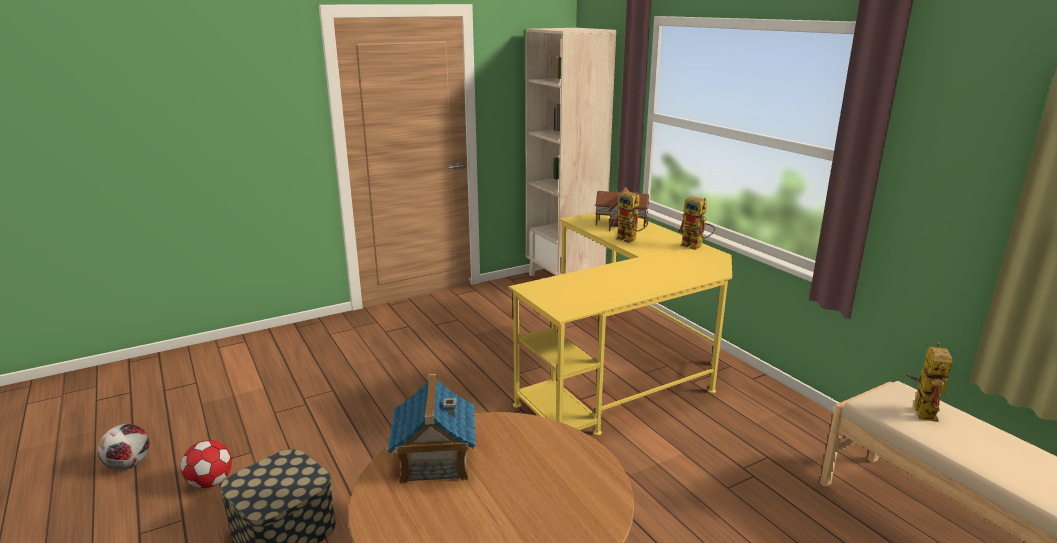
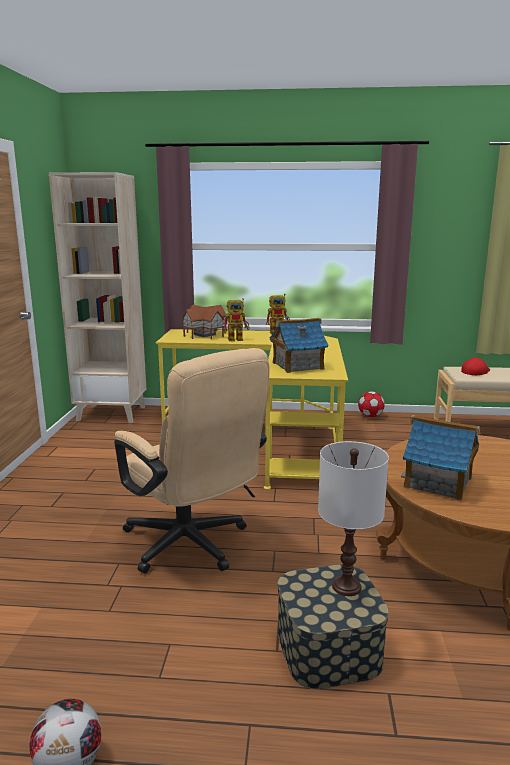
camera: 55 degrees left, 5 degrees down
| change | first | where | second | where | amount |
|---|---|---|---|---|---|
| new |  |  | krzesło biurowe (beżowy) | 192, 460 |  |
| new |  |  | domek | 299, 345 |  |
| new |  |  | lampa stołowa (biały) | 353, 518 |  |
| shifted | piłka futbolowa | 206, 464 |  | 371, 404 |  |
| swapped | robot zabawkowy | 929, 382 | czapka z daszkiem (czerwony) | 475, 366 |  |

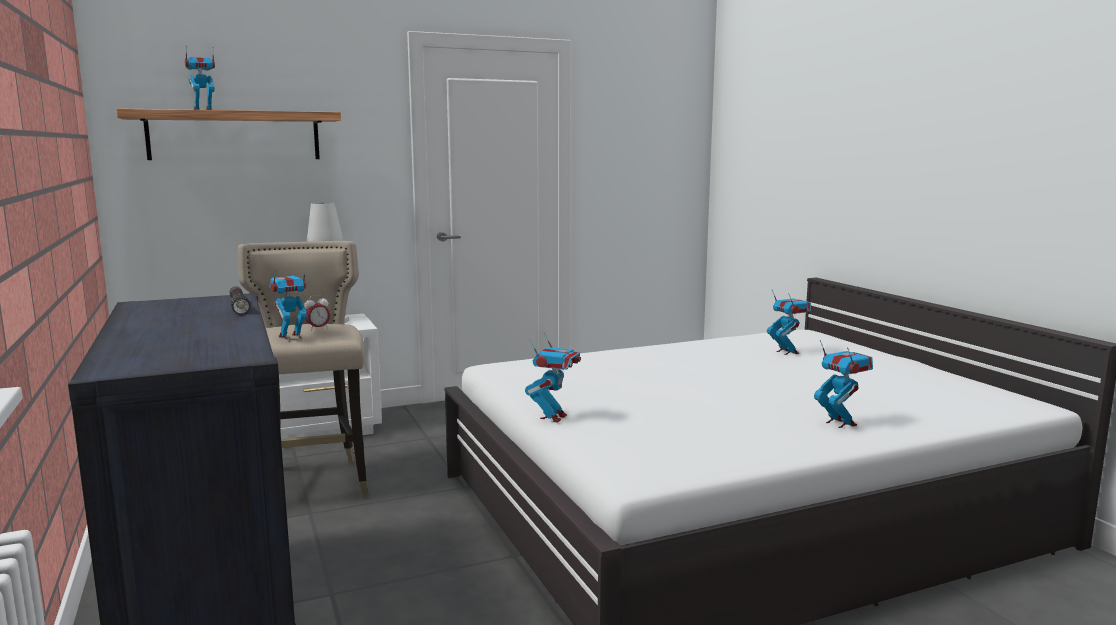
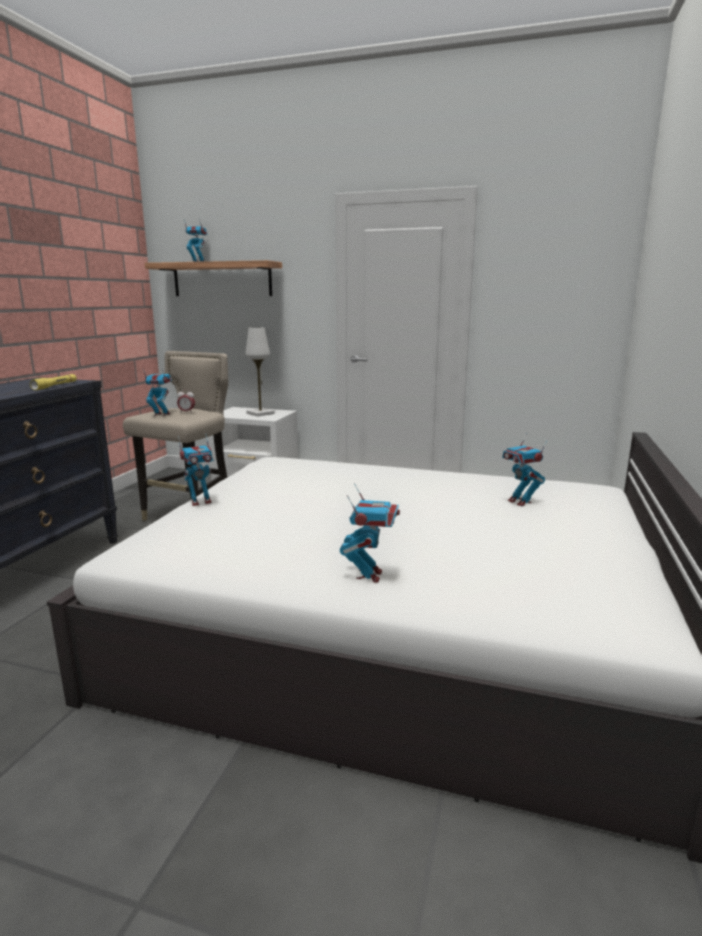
camera: 40 degrees right, 5 degrees up
| change | first | where | second | where | amount |
|---|---|---|---|---|---|
| repainted | latarka (czarny) | 239, 300 | latarka (żółty) | 53, 382 |  |
| rotated | robot zabawkowy | 789, 323 |  | 525, 469 | 135 degrees clockwise |

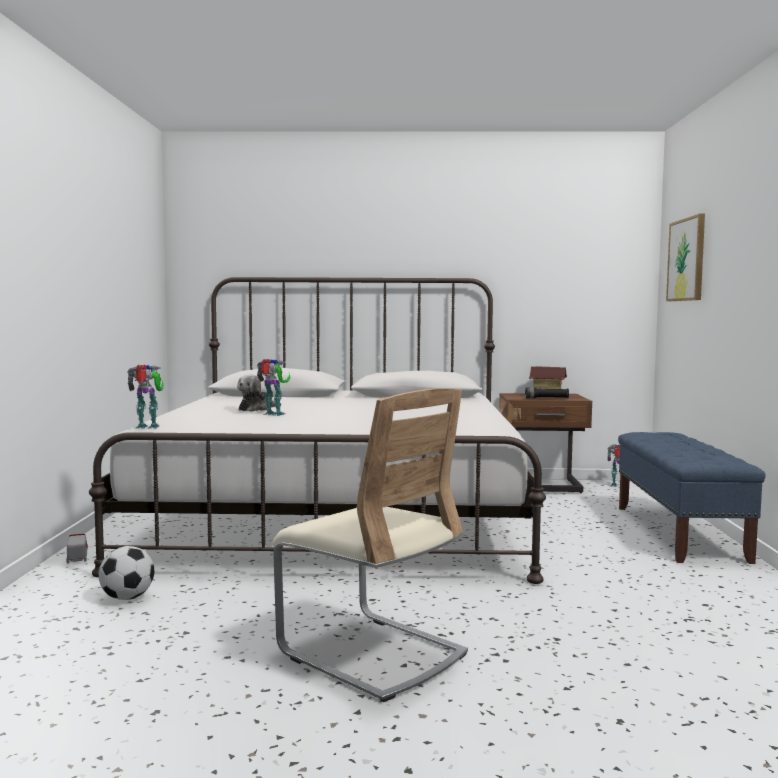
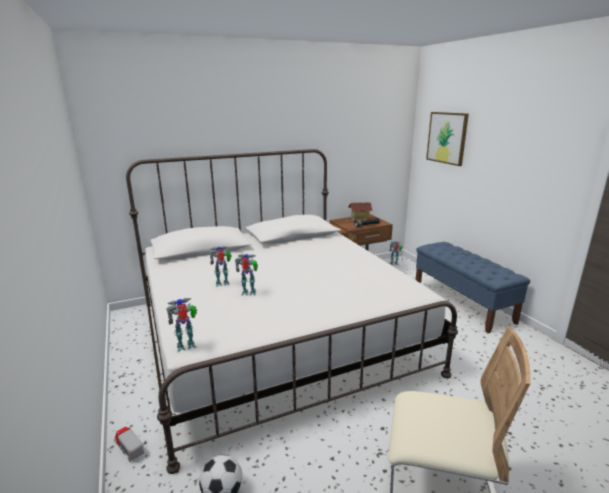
camera: 25 degrees left, 15 degrees up
| change | first | where | second | where | amount |
|---|---|---|---|---|---|
| swapped | pluszak | 256, 393 | robot zabawkowy | 220, 266 |  |

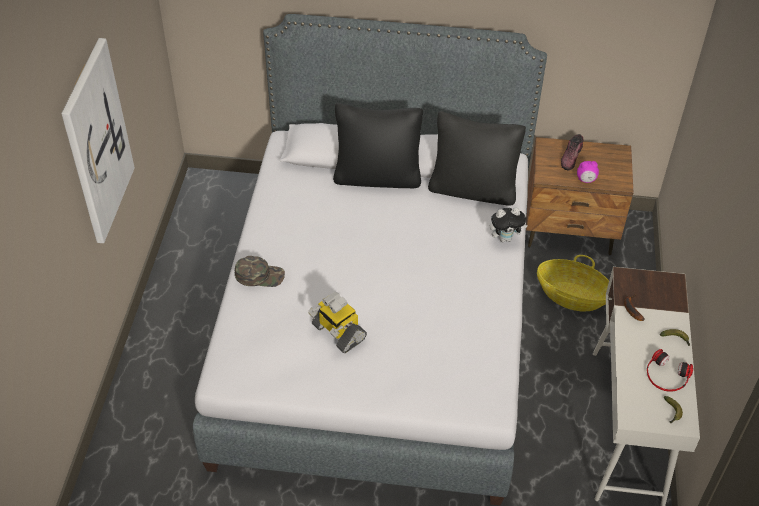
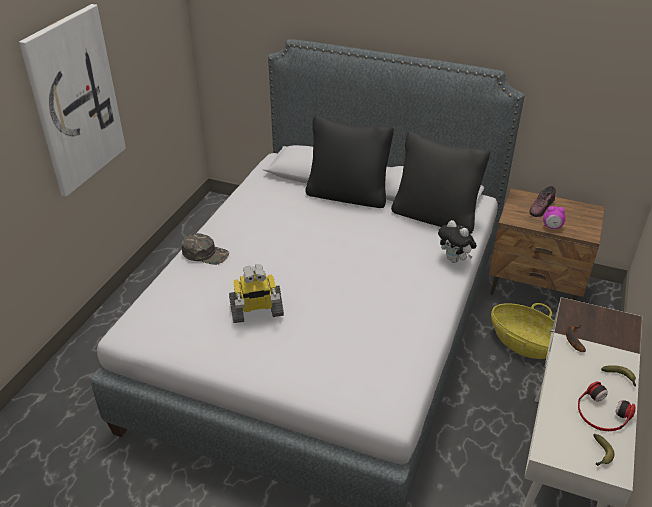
camera: 15 degrees right, 10 degrees down
| change | first | where | second | where | amount |
|---|---|---|---|---|---|
| rotated | robot zabawkowy | 337, 322 |  | 256, 293 | 75 degrees counterclockwise |
| rotated | pluszak | 509, 224 |  | 457, 241 | 45 degrees clockwise |

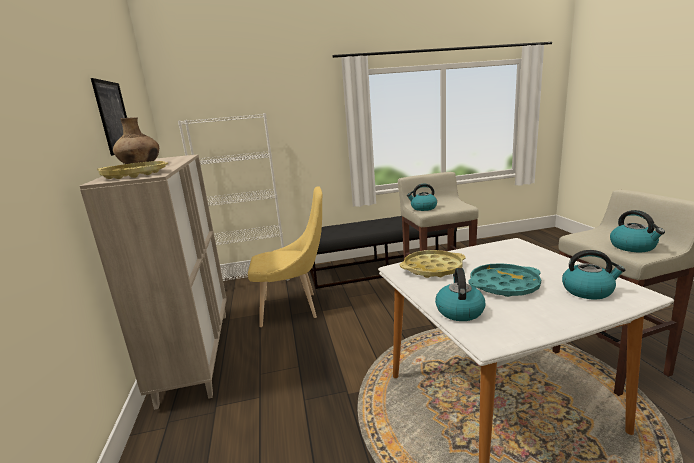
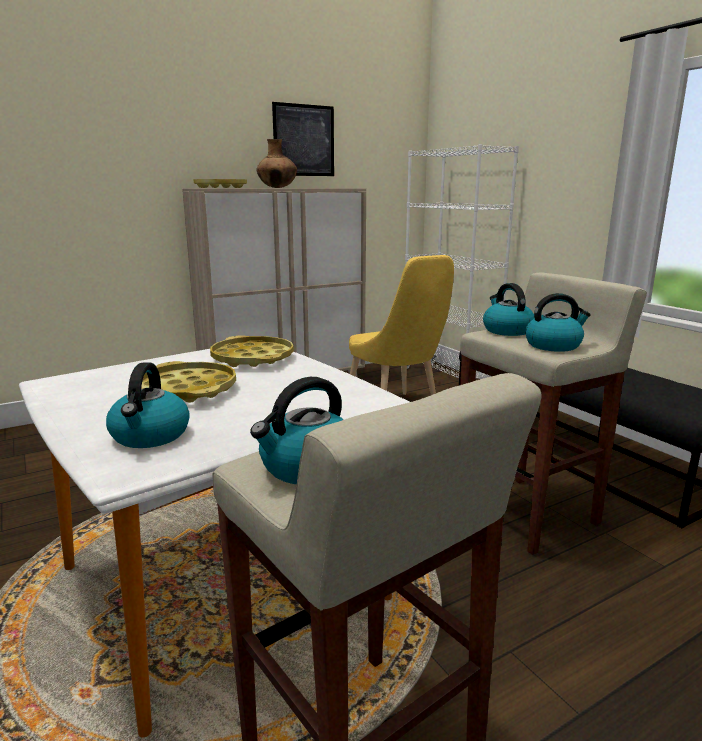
camera: 70 degrees right, 0 degrees up
| change | first | where | second | where | amount |
|---|---|---|---|---|---|
| shifted | czajnik | 460, 294 |  | 558, 322 |  |
| repainted | taca (turkusowy) | 504, 280 | taca (żółty) | 188, 382 |  |

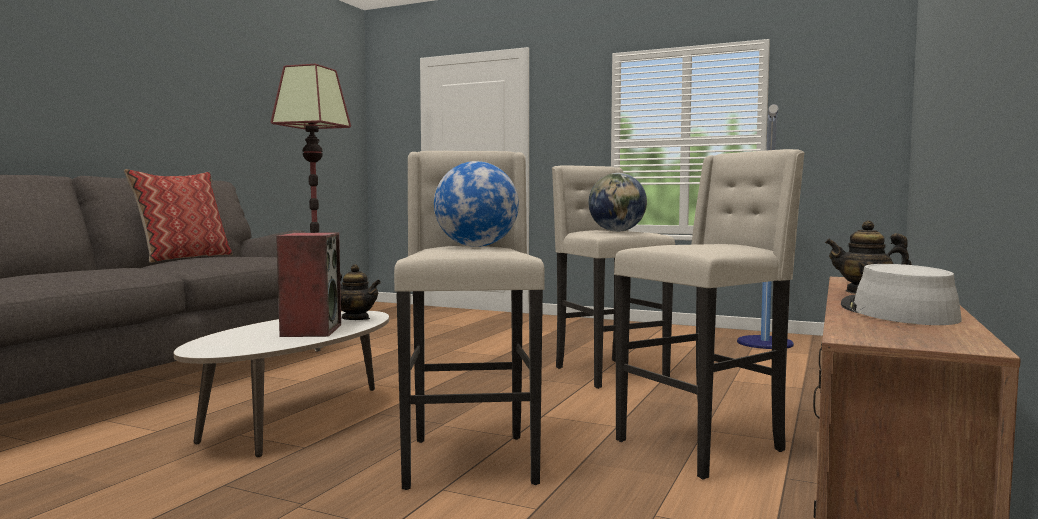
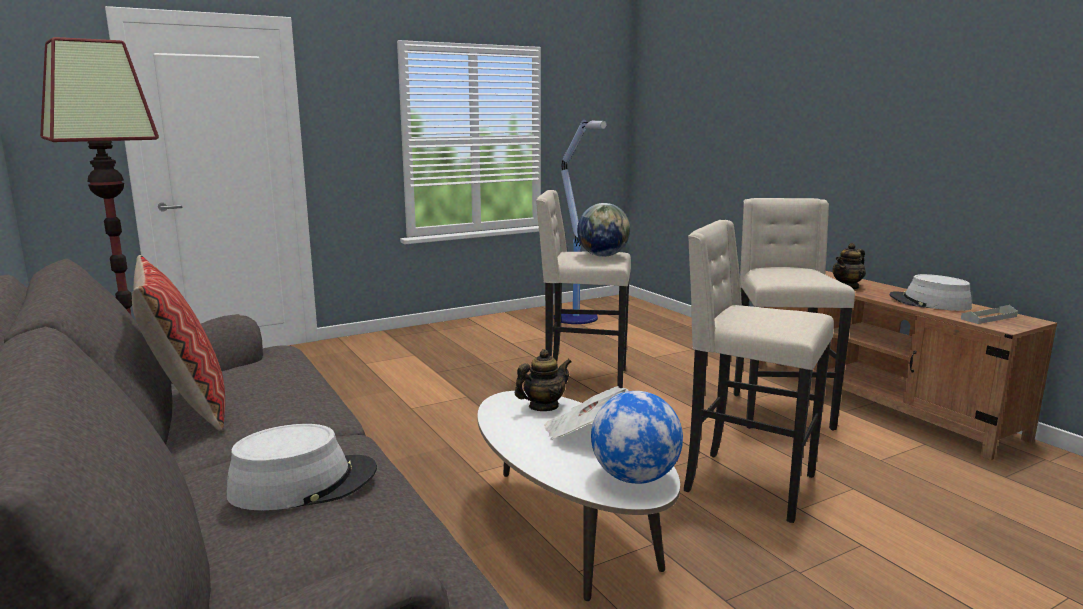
camera: 55 degrees left, 10 degrees up
| change | first | where | second | where | amount |
|---|---|---|---|---|---|
| new |  |  | kapelusz (szary) | 301, 467 |  |
| new |  |  | taca (szary) | 989, 314 |  |
| shifted | globus | 476, 204 |  | 637, 437 |  |
| swapped | głośnik | 308, 285 | gazeta | 586, 413 |  |

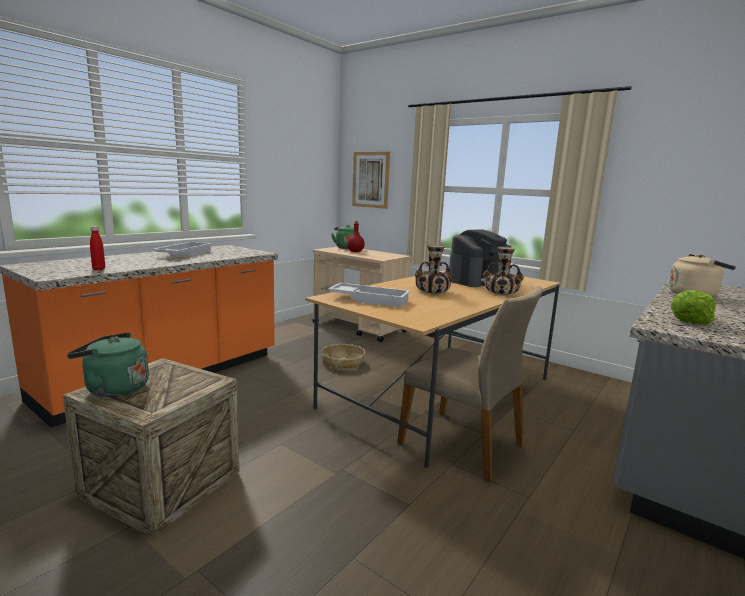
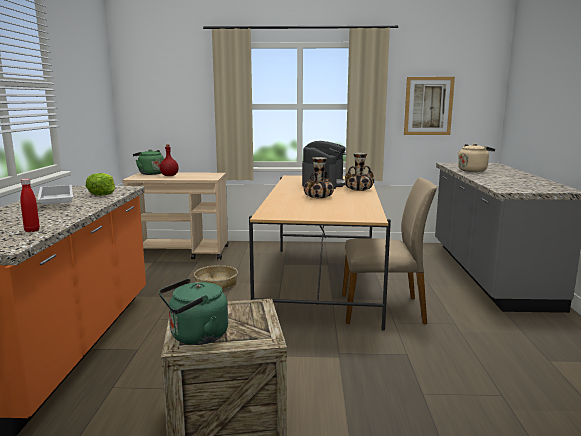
camera: 35 degrees left, 0 degrees up
| change | first | where | second | where | amount |
|---|---|---|---|---|---|
| gone | taca (biały) | 369, 295 |  |  |  |
| shifted | obraz | 371, 180 |  | 429, 106 |  |
| shifted | sałata | 693, 307 |  | 100, 184 |  |

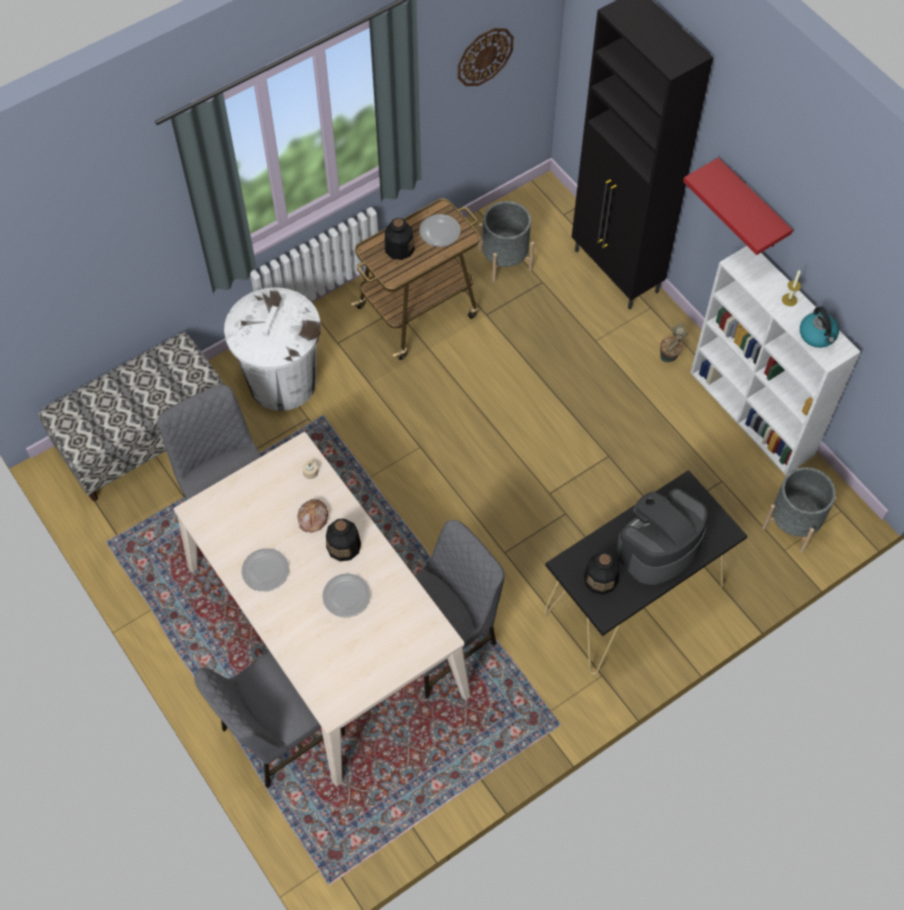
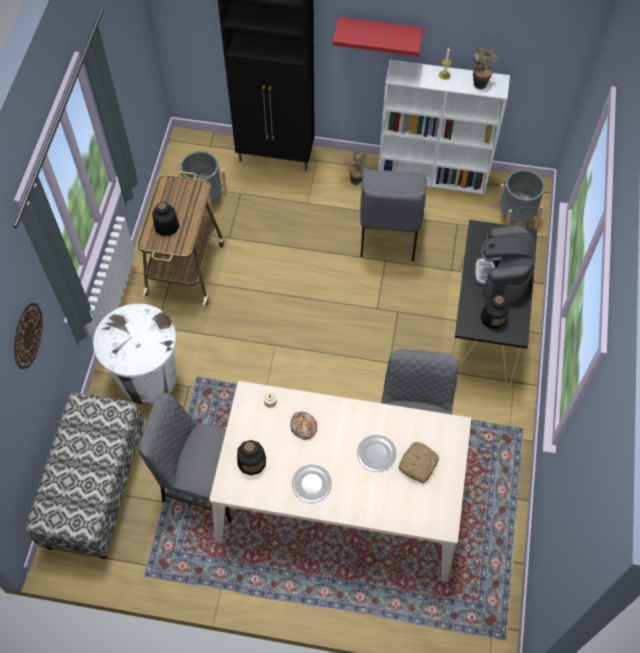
camera: 45 degrees left, 0 degrees up
| change | first | where | second | where | amount |
|---|---|---|---|---|---|
| gone | talerz | 439, 230 |  |  |  |
| new |  |  | chleb | 418, 462 |  |
| shifted | krzesło (szary) | 270, 719 |  | 393, 215 |  |
| shifted | butelka | 343, 539 |  | 251, 457 |  |
| shifted | zegar ścienny | 486, 57 |  | 28, 336 |  |
| swapped | czajnik | 819, 327 | roślina doniczkowa | 485, 68 |  |

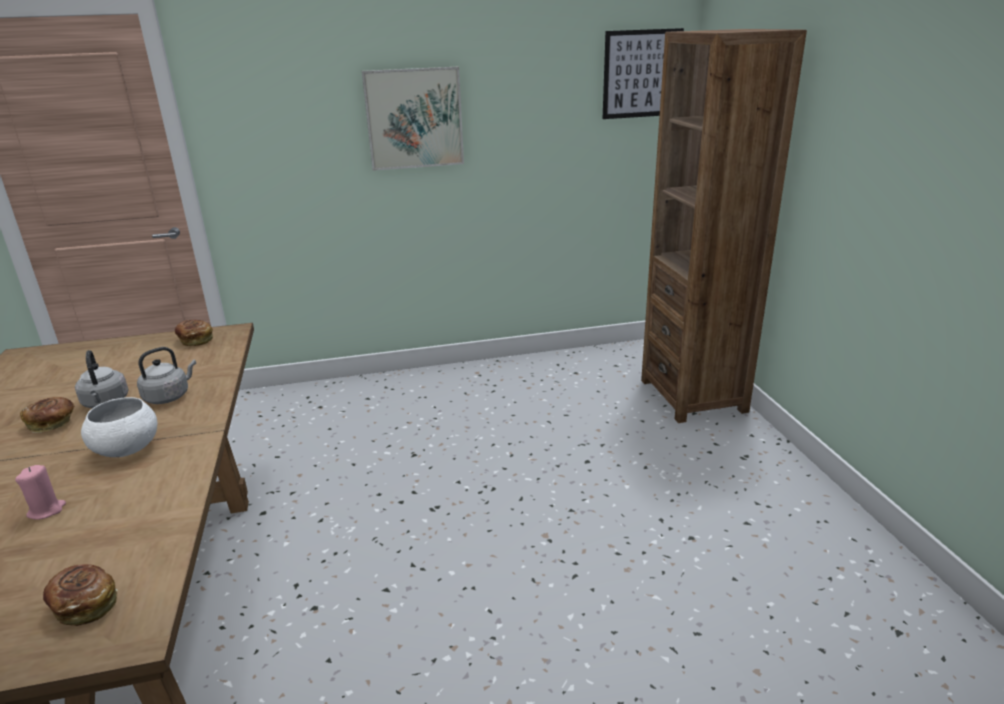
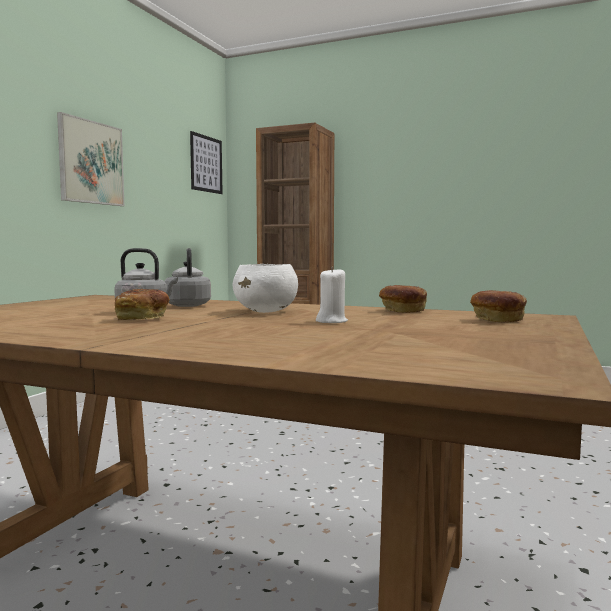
camera: 55 degrees left, 20 degrees down
| change | first | where | second | where | amount |
|---|---|---|---|---|---|
| shifted | chleb | 194, 333 |  | 403, 299 |  |
| repainted | świeca (różowy) | 40, 492 | świeca (biały) | 332, 295 |  |

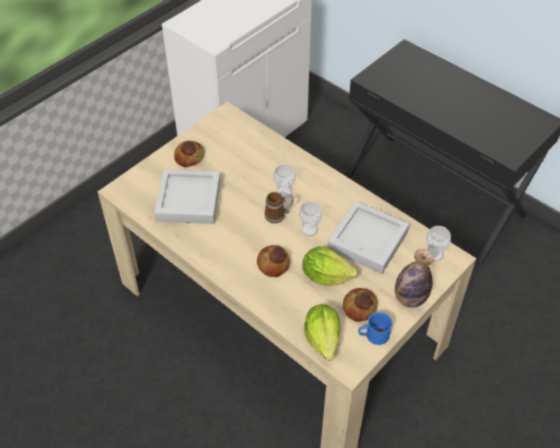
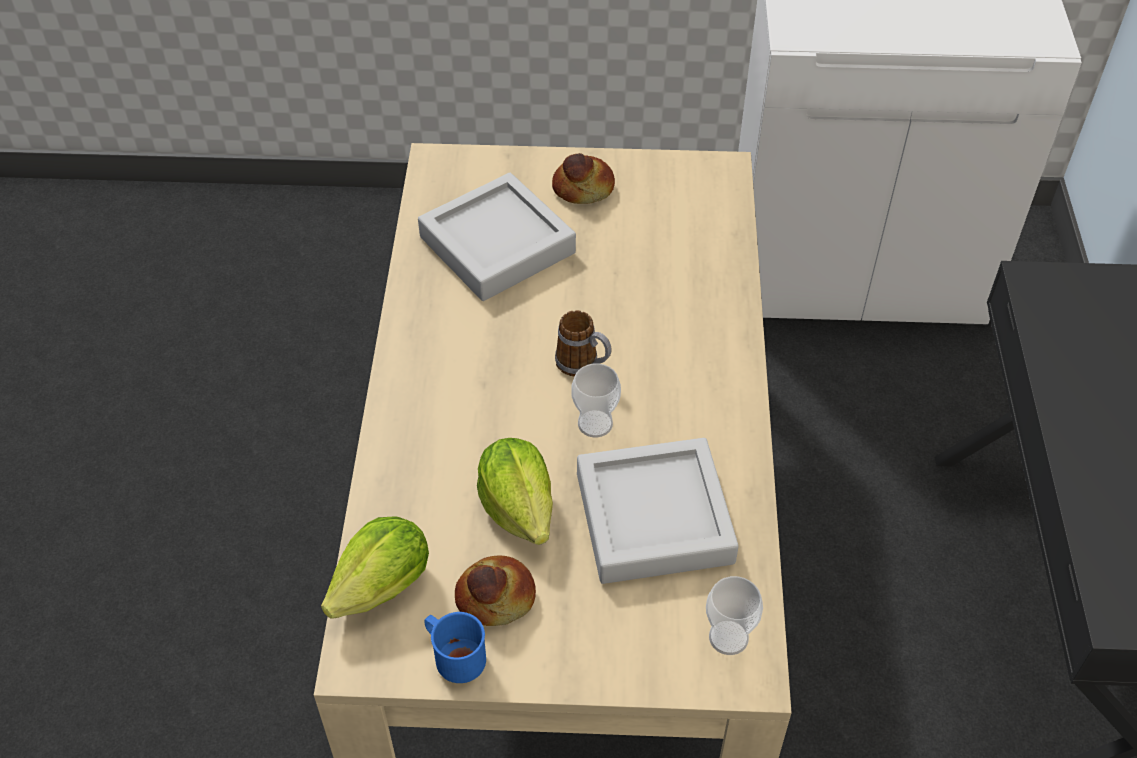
camera: 50 degrees right, 0 degrees up
| change | first | where | second | where | amount |
|---|---|---|---|---|---|
| gone | chleb | 273, 261 |  |  |  |
| gone | filiżanka | 284, 181 |  |  |  |
| gone | butelka | 414, 278 |  |  |  |

